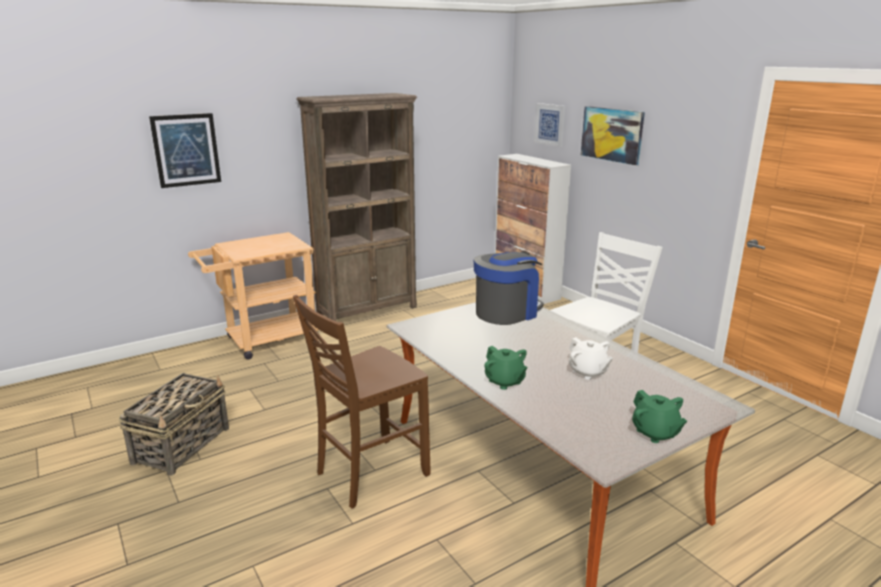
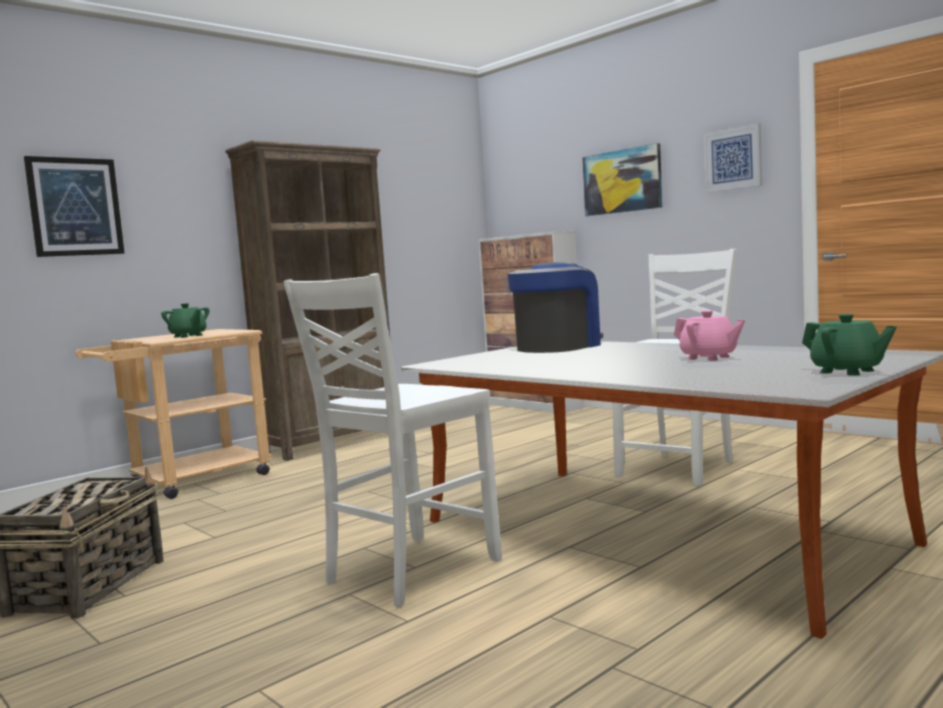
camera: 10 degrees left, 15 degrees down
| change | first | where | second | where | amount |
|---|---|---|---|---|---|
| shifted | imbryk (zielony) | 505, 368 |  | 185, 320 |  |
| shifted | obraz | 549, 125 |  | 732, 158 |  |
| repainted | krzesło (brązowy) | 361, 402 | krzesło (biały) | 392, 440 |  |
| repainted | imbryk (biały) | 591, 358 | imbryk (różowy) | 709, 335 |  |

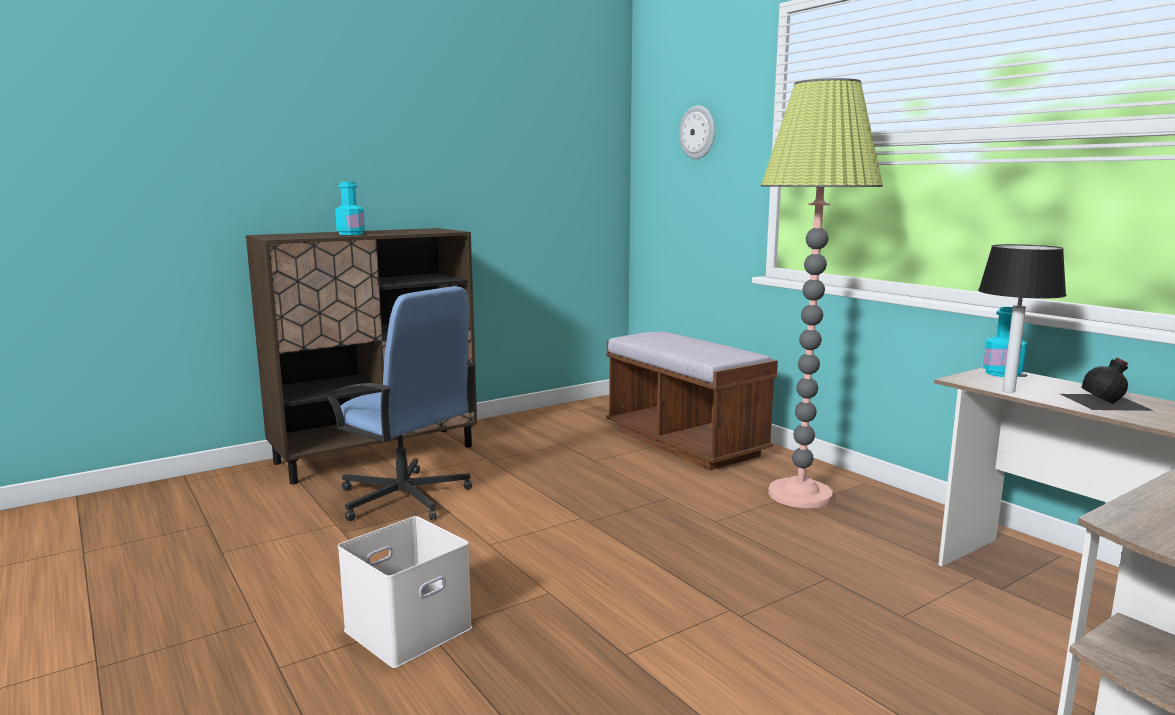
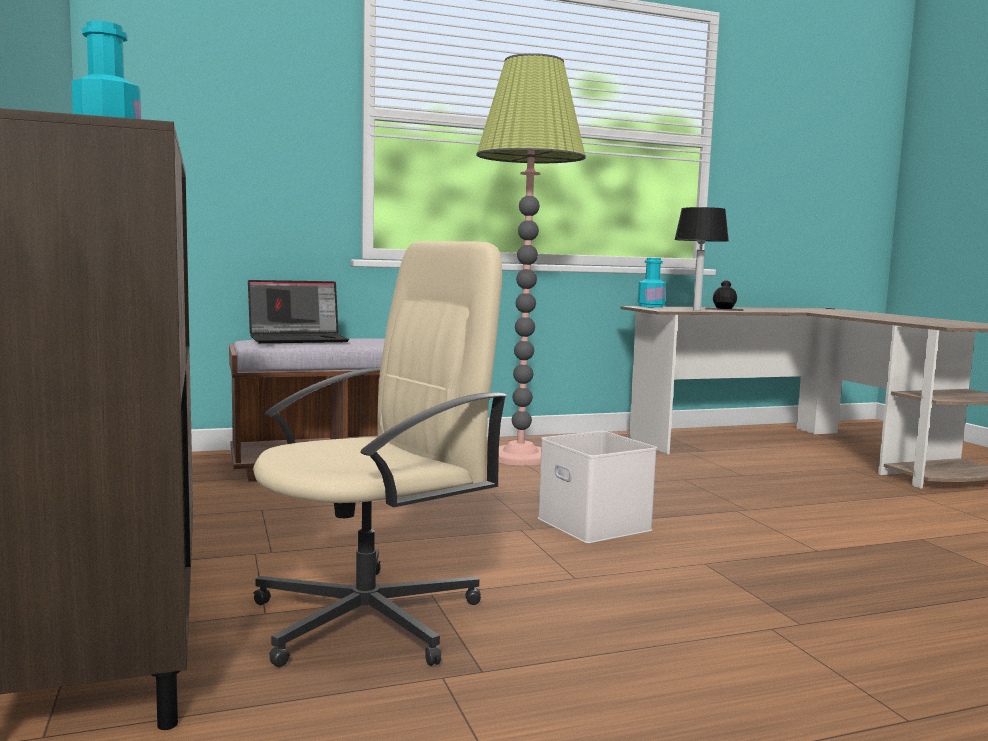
camera: 75 degrees left, 5 degrees down
| change | first | where | second | where | amount |
|---|---|---|---|---|---|
| gone | zegar ścienny | 697, 132 |  |  |  |
| new |  |  | laptop | 298, 311 |  |
| shifted | pojemnik do przechowywania (biały) | 405, 592 |  | 597, 487 |  |
| repainted | krzesło biurowe (niebieski) | 400, 403 | krzesło biurowe (beżowy) | 380, 454 |  |

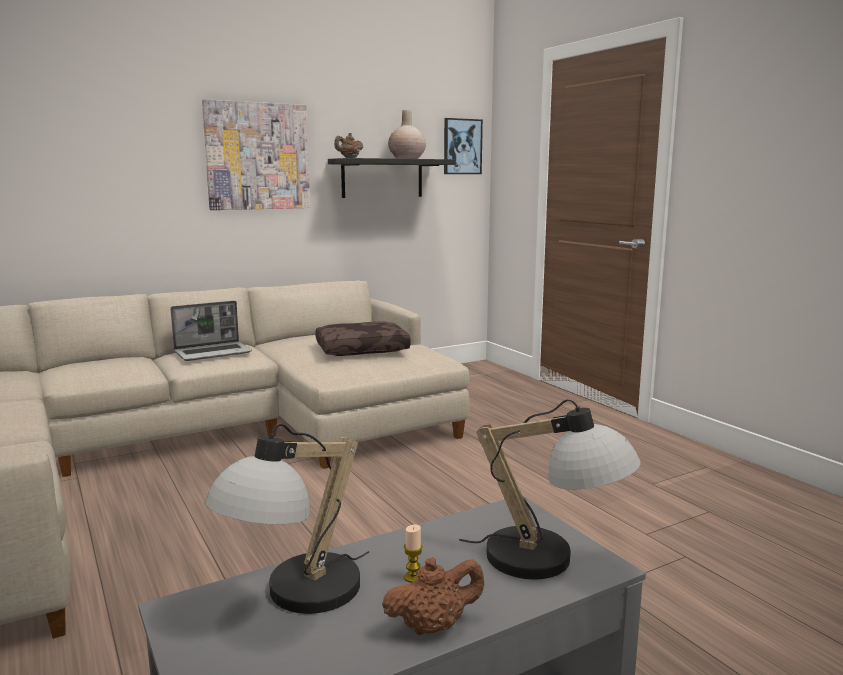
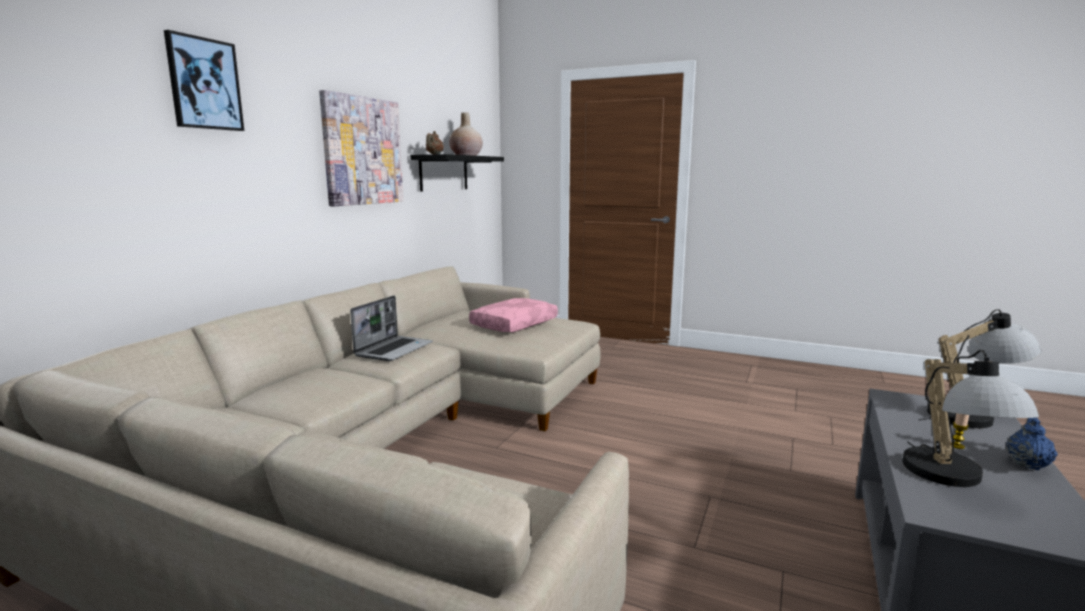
camera: 35 degrees left, 0 degrees up
| change | first | where | second | where | amount |
|---|---|---|---|---|---|
| shifted | obraz | 463, 146 |  | 204, 80 |  |
| repainted | poduszka (brązowy) | 363, 339 | poduszka (różowy) | 513, 315 |  |
| repainted | imbryk (brązowy) | 433, 596 | imbryk (niebieski) | 1032, 444 |  |

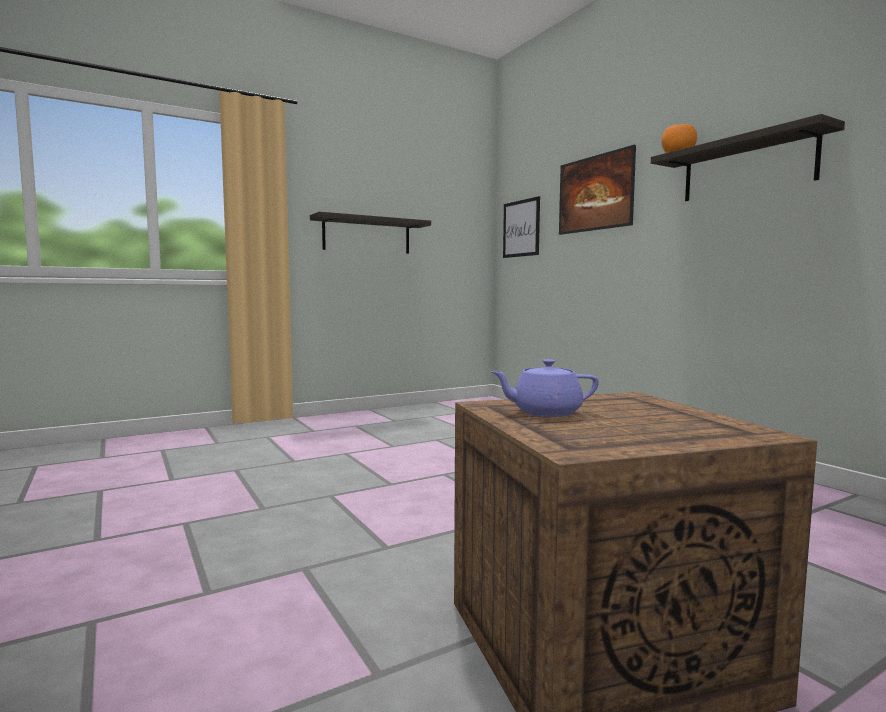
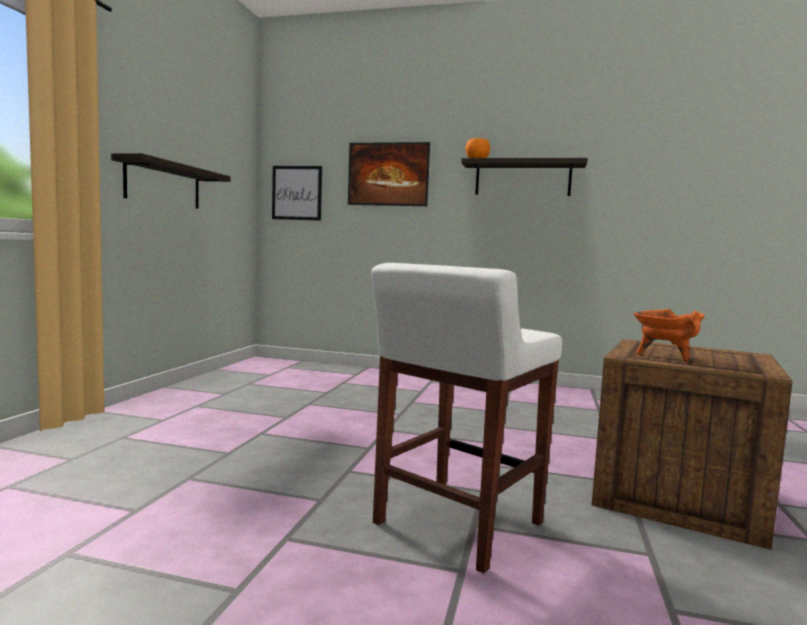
camera: 45 degrees left, 0 degrees up
| change | first | where | second | where | amount |
|---|---|---|---|---|---|
| new |  |  | stołek (biały) | 466, 418 |  |
| swapped | imbryk (fioletowy) | 544, 388 | garnek (pomarańczowy) | 669, 336 |  |

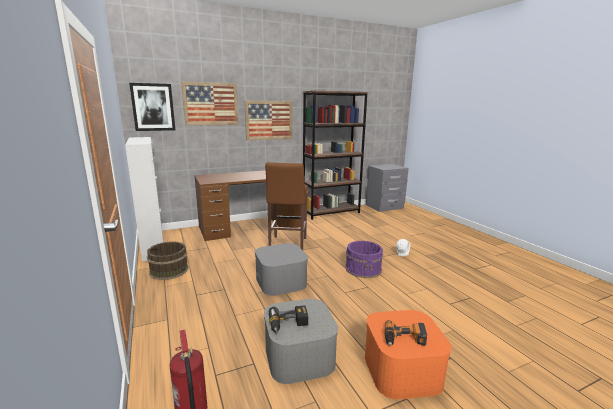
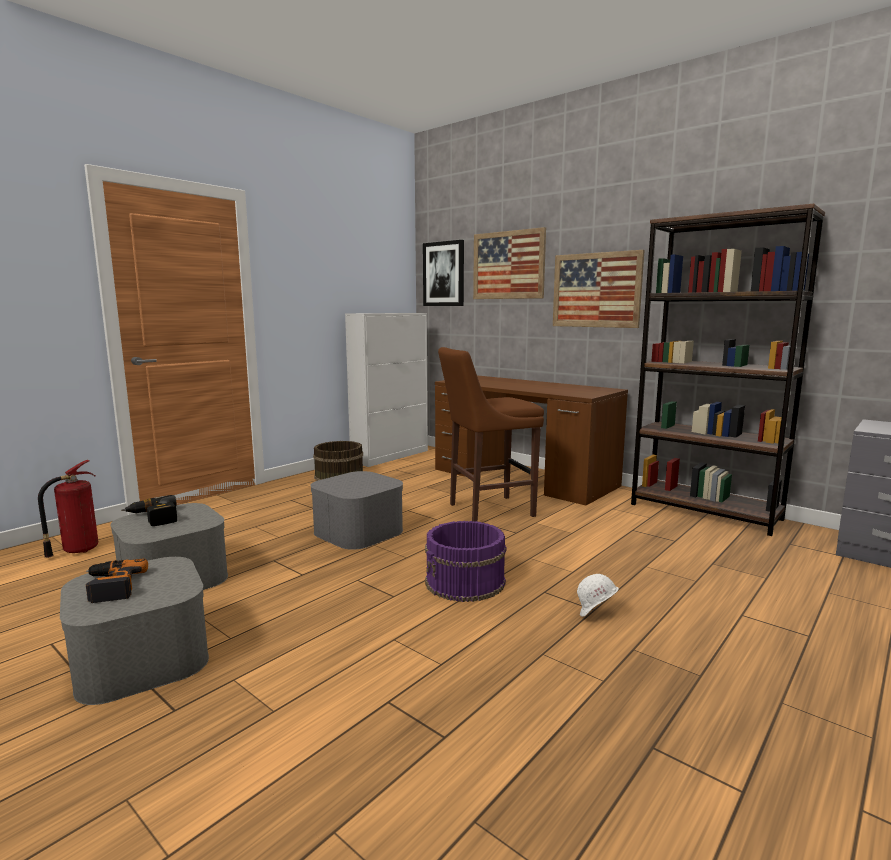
camera: 65 degrees right, 5 degrees down
| change | first | where | second | where | amount |
|---|---|---|---|---|---|
| repainted | pojemnik do przechowywania (pomarańczowy) | 408, 354 | pojemnik do przechowywania (szary) | 134, 631 |  |

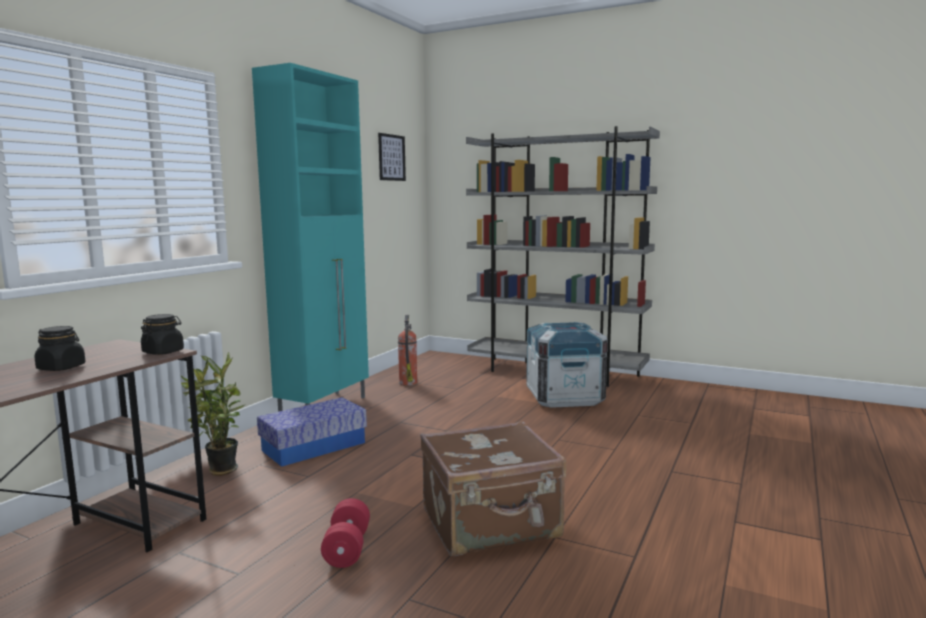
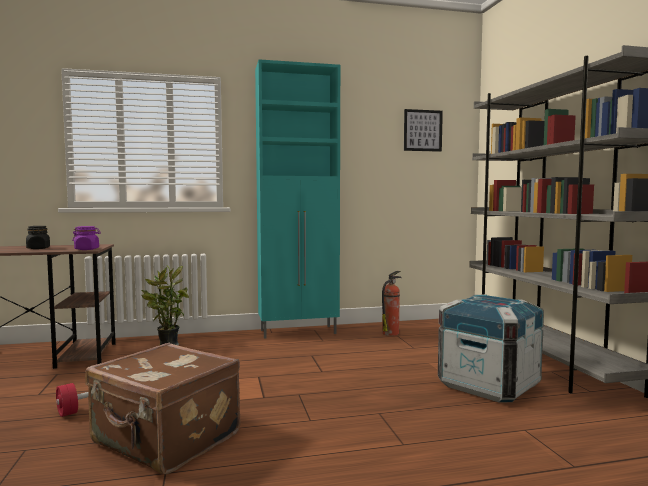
camera: 50 degrees right, 5 degrees down
| change | first | where | second | where | amount |
|---|---|---|---|---|---|
| gone | pojemnik do przechowywania | 312, 432 |  |  |  |
| repainted | słoik (czarny) | 162, 334 | słoik (fioletowy) | 86, 238 |  |

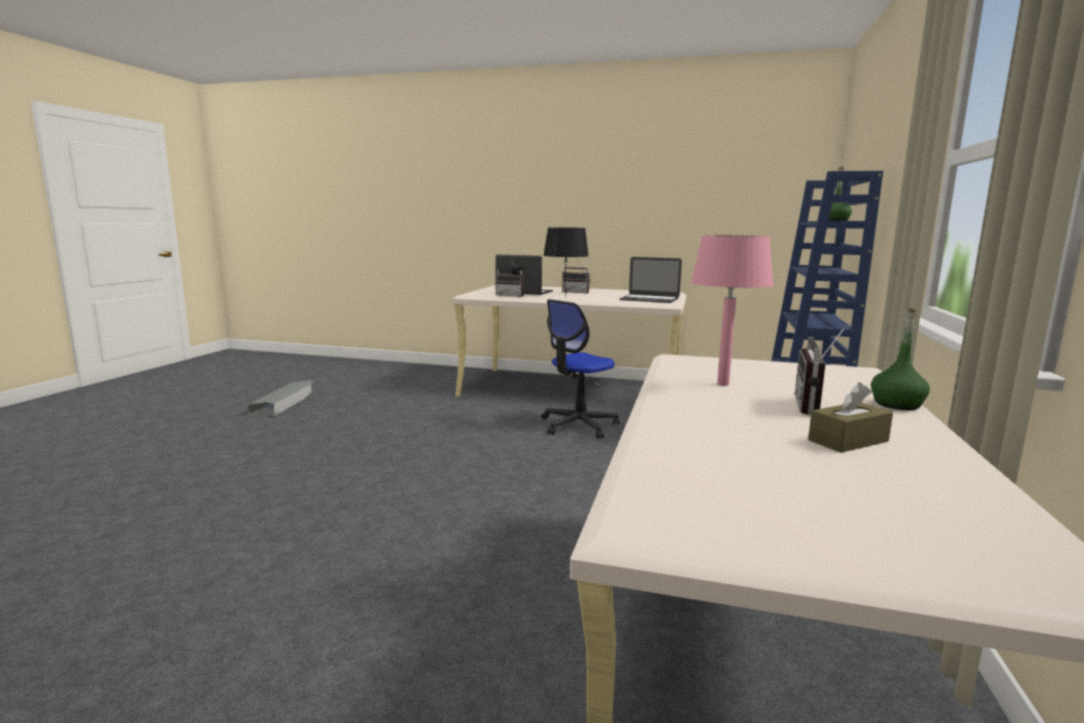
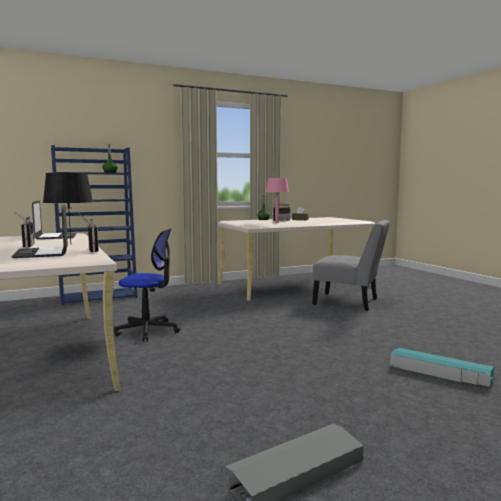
camera: 130 degrees left, 5 degrees down
| change | first | where | second | where | amount |
|---|---|---|---|---|---|
| new |  |  | krzesło (szary) | 351, 265 |  |
| new |  |  | pojemnik do przechowywania (turkusowy) | 442, 367 |  |

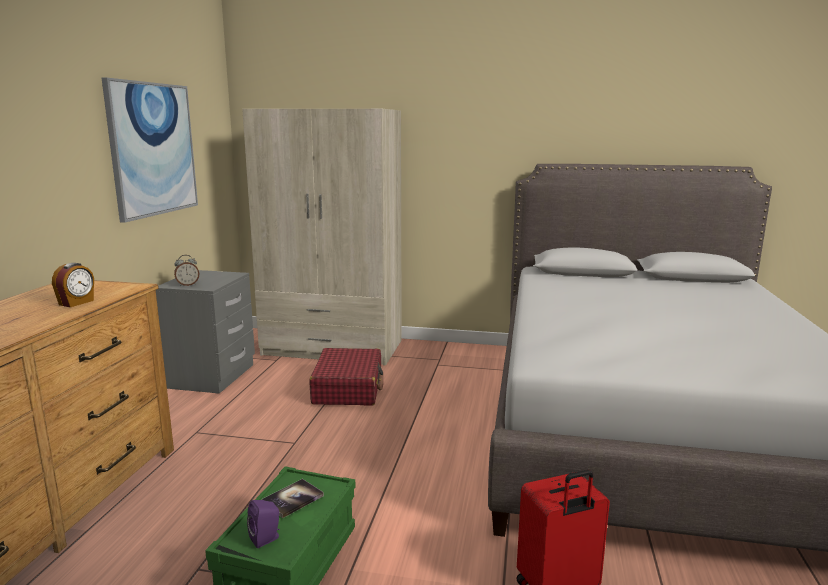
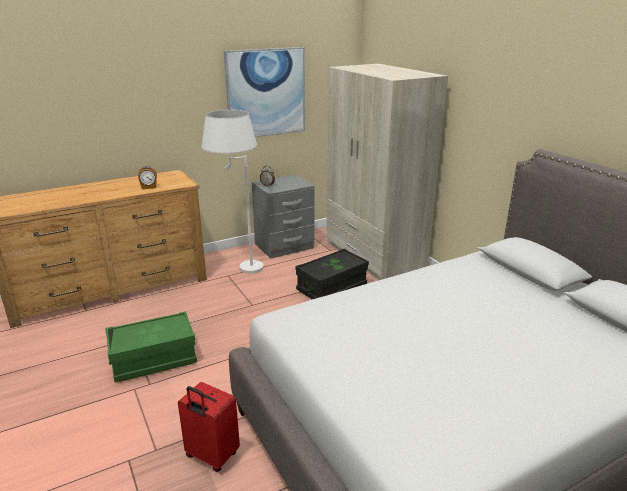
camera: 50 degrees right, 10 degrees up
| change | first | where | second | where | amount |
|---|---|---|---|---|---|
| gone | głośnik (fioletowy) | 263, 524 |  |  |  |
| gone | książka | 293, 498 |  |  |  |
| new |  |  | lampa stojąca (biały) | 233, 192 |  |
| swapped | walizka (czerwony) | 346, 377 | pojemnik do przechowywania (czarny) | 332, 274 |  |

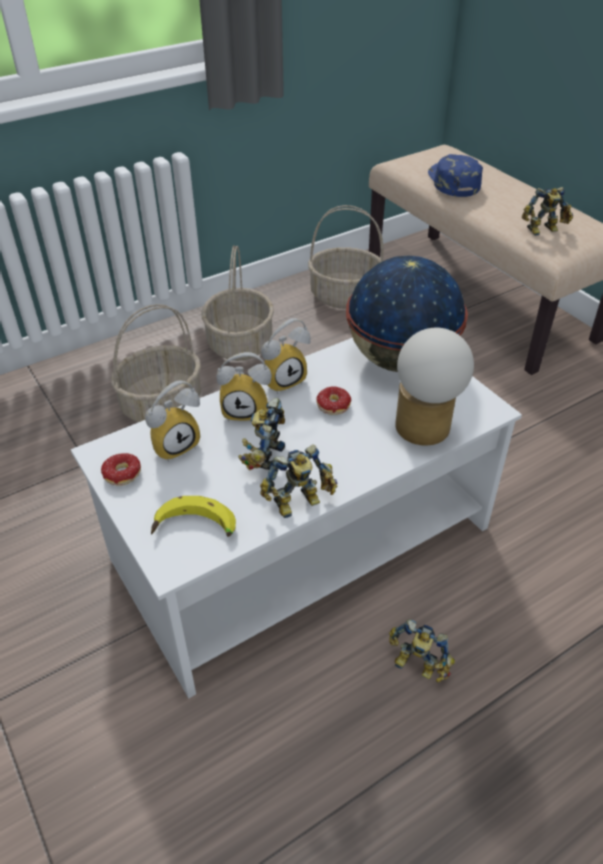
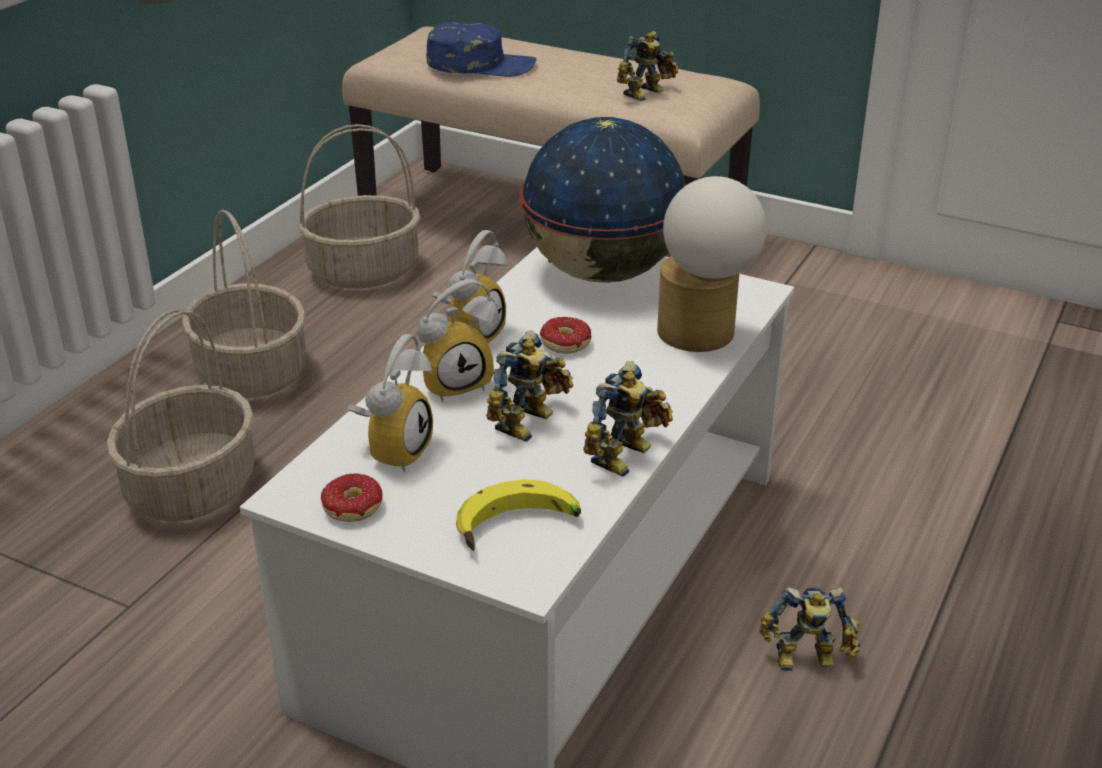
camera: 30 degrees left, 10 degrees down
| change | first | where | second | where | amount |
|---|---|---|---|---|---|
| rotated | robot zabawkowy | 261, 434 |  | 529, 386 | 135 degrees counterclockwise |
| rotated | czapka z daszkiem (niebieski) | 455, 175 |  | 481, 49 | 135 degrees clockwise |

